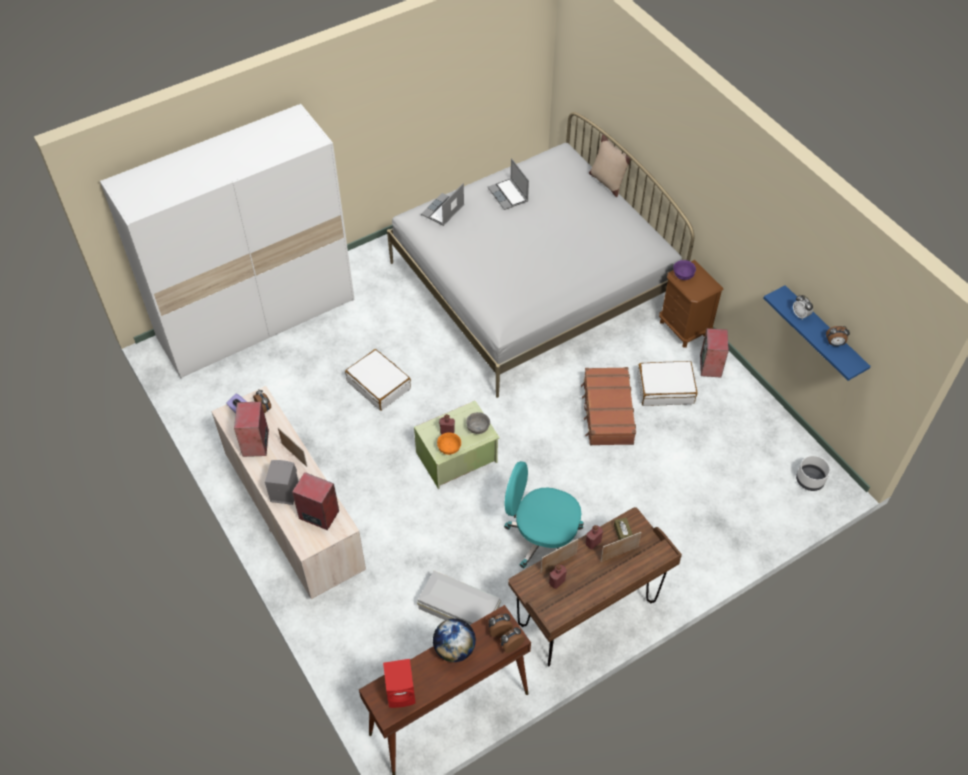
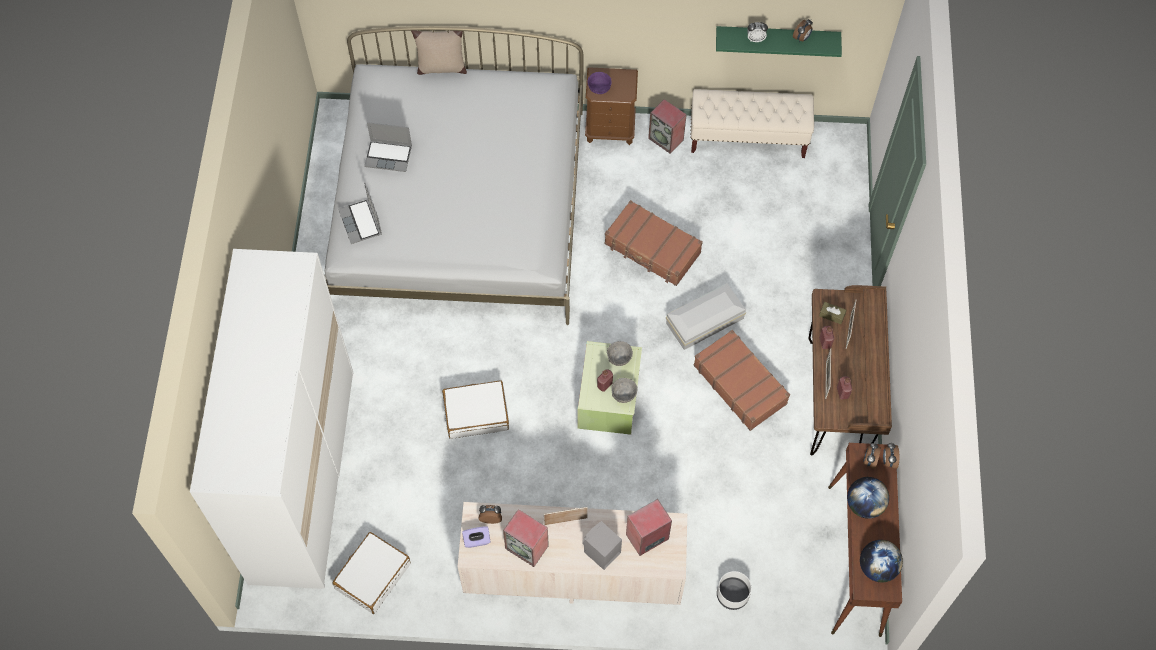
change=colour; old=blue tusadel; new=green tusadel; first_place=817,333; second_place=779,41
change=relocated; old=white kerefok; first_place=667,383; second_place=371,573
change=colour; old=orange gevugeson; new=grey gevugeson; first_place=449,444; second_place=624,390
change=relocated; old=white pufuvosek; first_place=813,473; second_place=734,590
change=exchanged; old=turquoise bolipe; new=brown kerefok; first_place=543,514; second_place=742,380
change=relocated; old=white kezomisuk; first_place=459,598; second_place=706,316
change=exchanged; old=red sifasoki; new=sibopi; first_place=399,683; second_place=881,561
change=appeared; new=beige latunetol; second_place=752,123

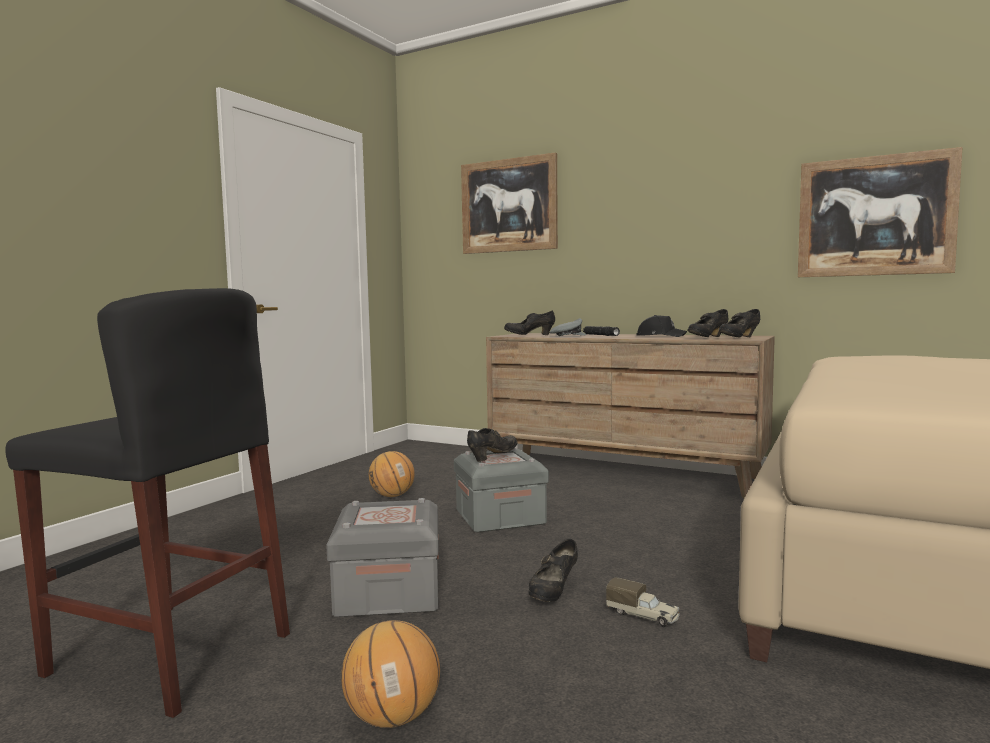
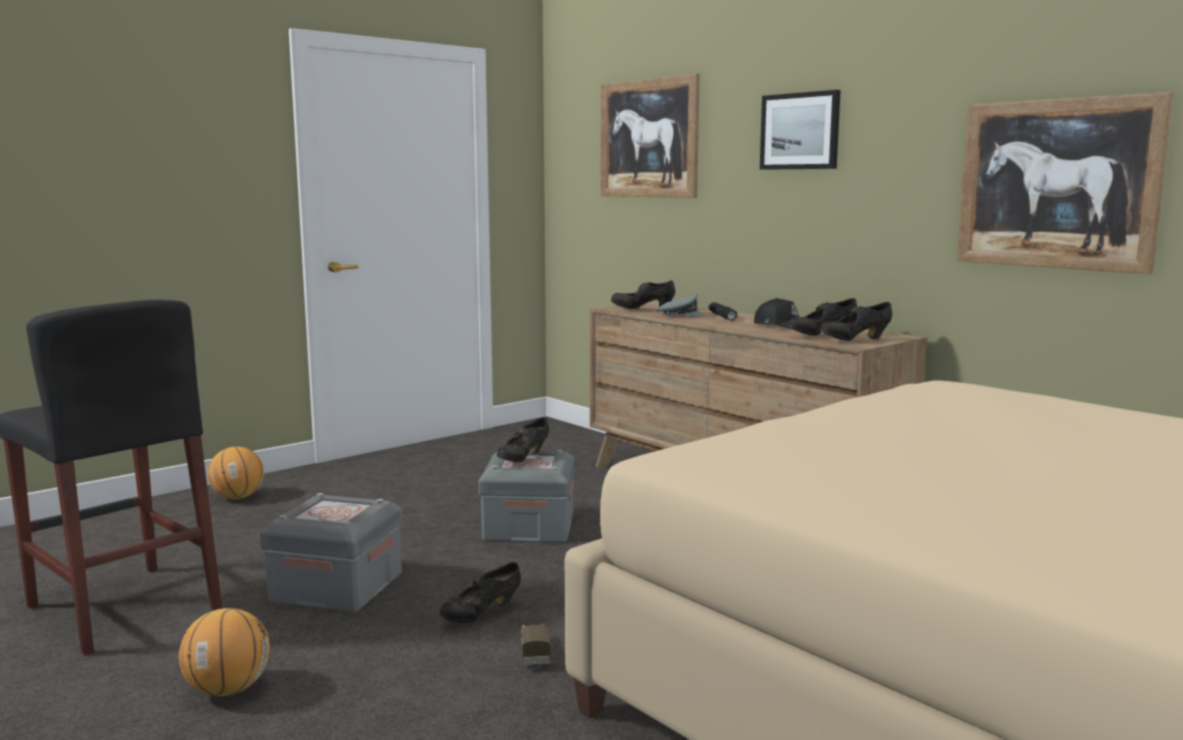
change=spun; old=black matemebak; first_place=492,445; second_place=523,439; degrees=150
change=relocated; old=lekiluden; first_place=392,474; second_place=236,473
change=spun; old=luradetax; first_place=643,602; second_place=535,646; degrees=-150
change=appeared; new=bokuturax; second_place=800,130

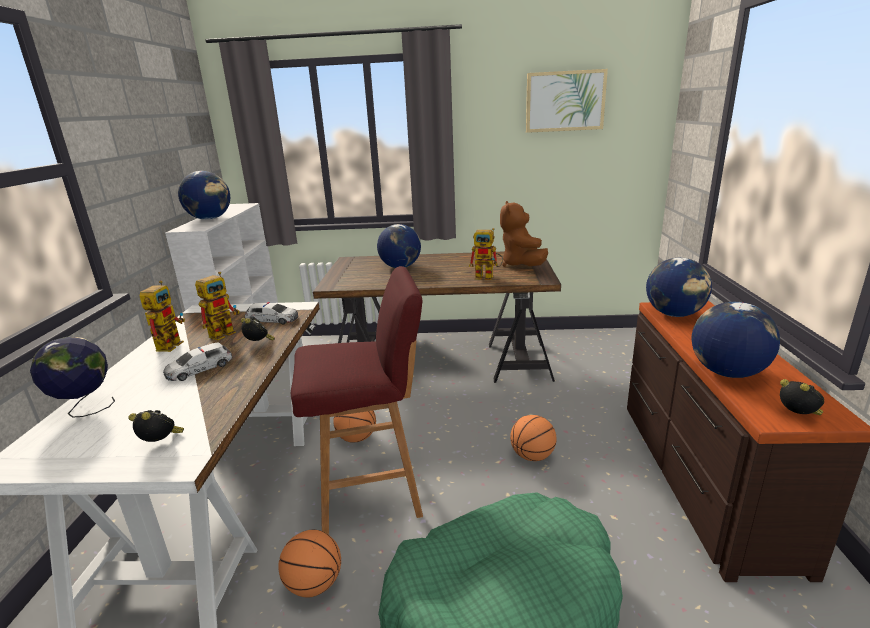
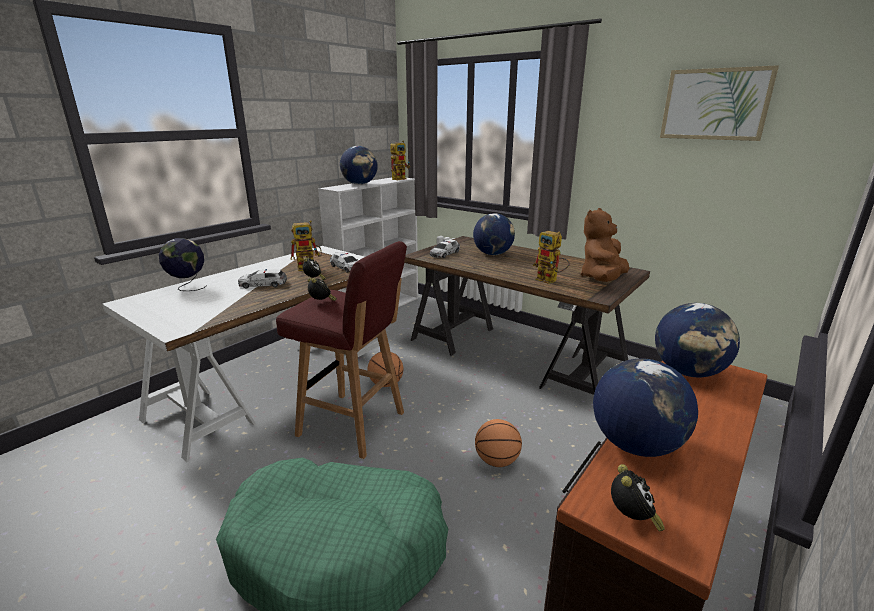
change=relocated; old=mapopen; first_place=162,316; second_place=400,160
change=relocated; old=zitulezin; first_place=156,426; second_place=322,289
change=missing; old=lekiluden; first_place=309,564
change=appeared; new=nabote; second_place=445,248

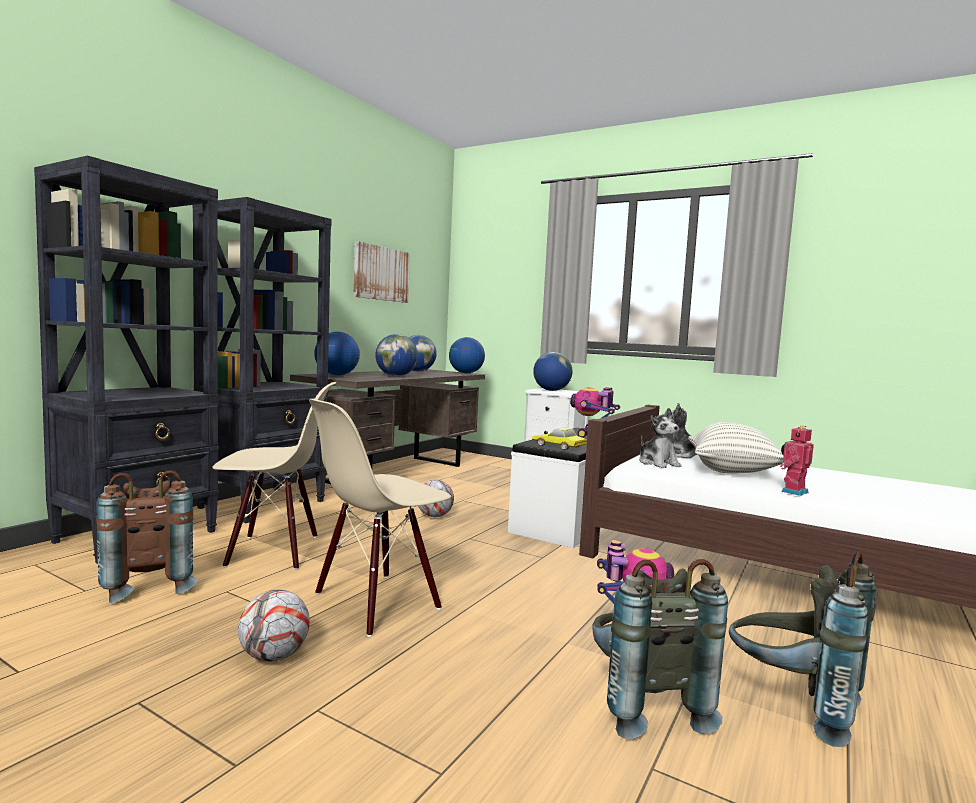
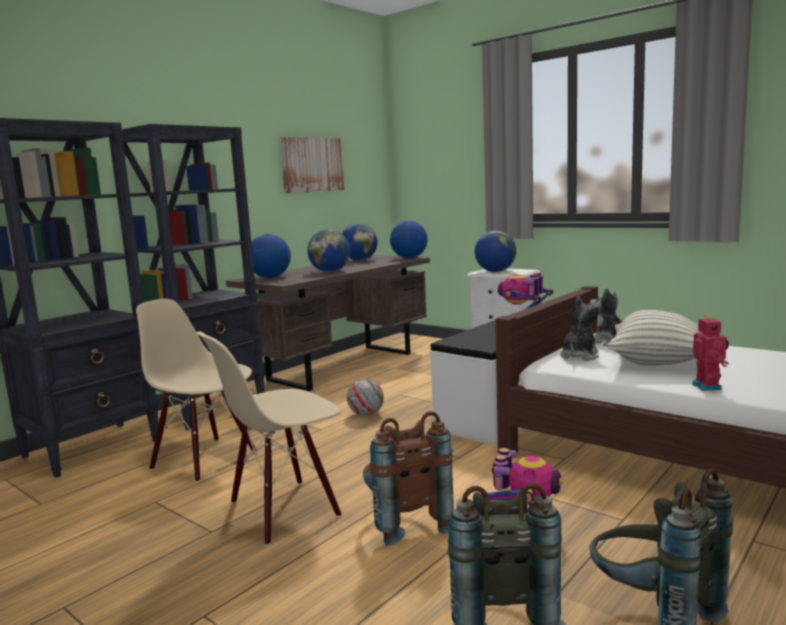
change=spun; old=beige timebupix; first_place=274,476; second_place=196,390; degrees=-150
change=spun; old=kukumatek; first_place=660,438; second_place=581,328; degrees=-135
change=spun; old=mapopen; first_place=797,460; second_place=710,353; degrees=120
change=missing; old=nabote; first_place=559,438
change=relocated; old=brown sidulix; first_place=147,536; second_place=408,478
change=missing; old=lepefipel; first_place=274,626

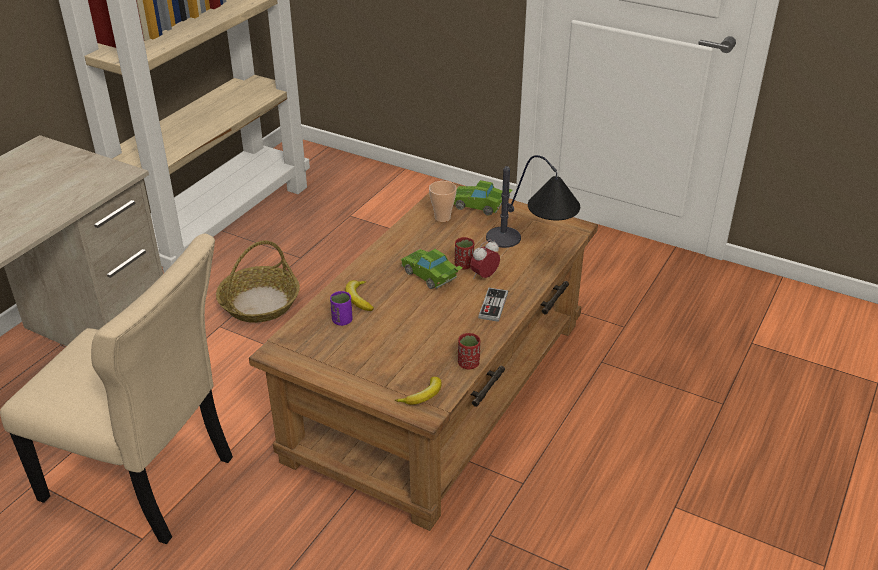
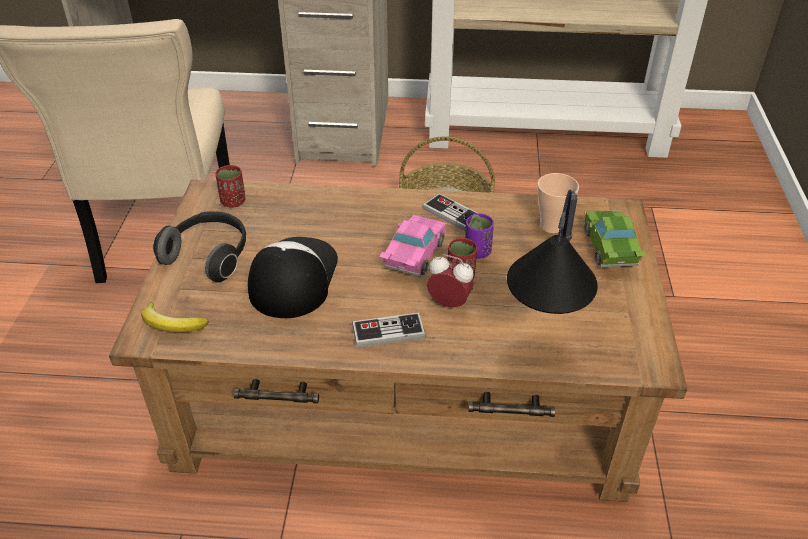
change=colour; old=green nabote; new=pink nabote; first_place=432,269; second_place=413,246
change=missing; old=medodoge; first_place=359,295
change=relocated; old=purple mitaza; first_place=341,308; second_place=479,236
change=relocated; old=red mitaza; first_place=469,351; second_place=230,186
change=appeared; new=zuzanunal; second_place=450,212
change=appeared; new=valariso; second_place=199,247
change=appeared; new=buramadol; second_place=293,277

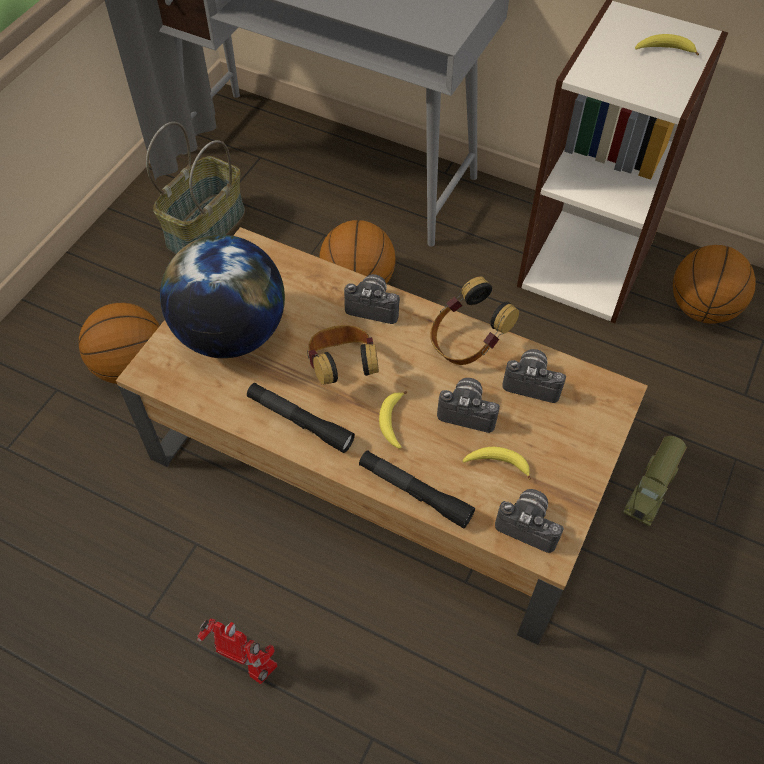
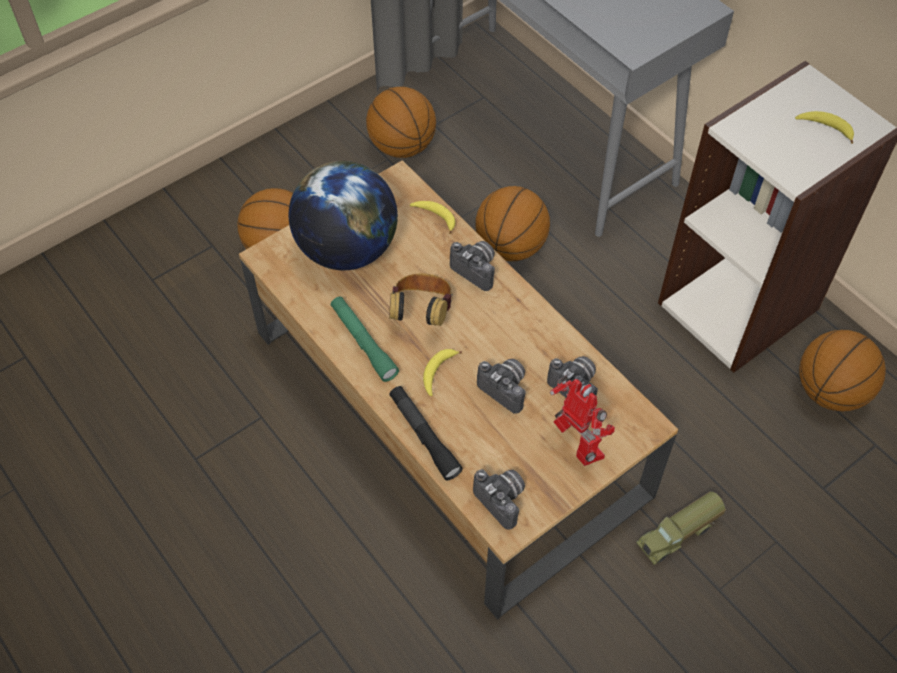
change=exchanged; old=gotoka; new=lekiluden; first_place=195,188; second_place=401,122
change=missing; old=valariso; first_place=474,320
change=colour; old=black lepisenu; new=green lepisenu; first_place=301,418; second_place=365,339
change=relocated; old=medodoge; first_place=497,463; second_place=432,217
change=relocated; old=mapopen; first_place=237,651; second_place=582,420

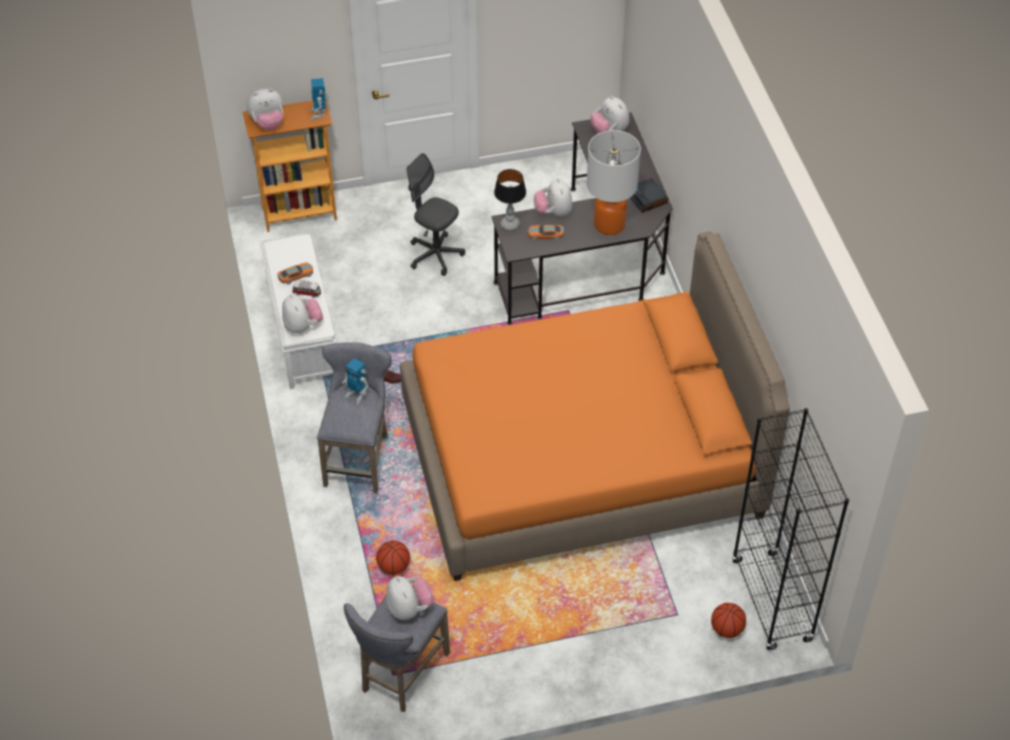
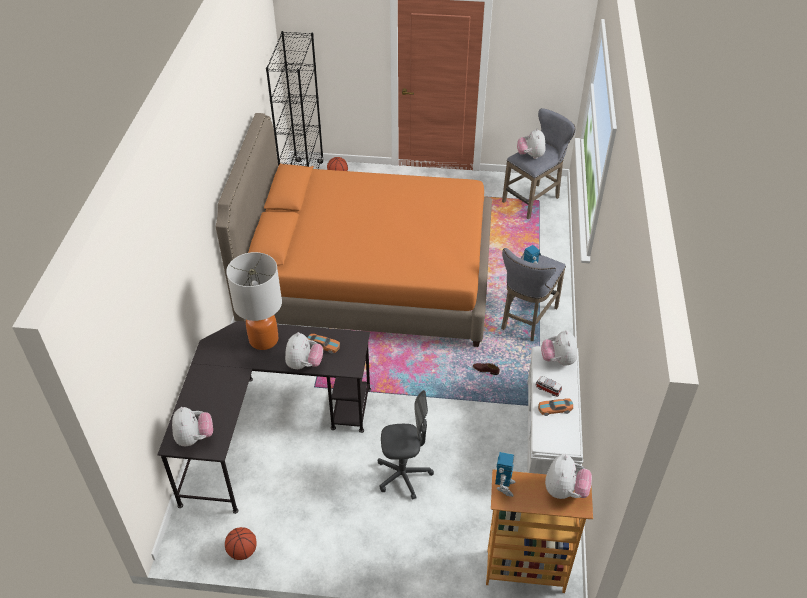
change=spun; old=kukumatek; first_place=265,109; second_place=568,476; degrees=105
change=spun; old=grey bolipe; first_place=436,214; second_place=406,445; degrees=-60
change=missing; old=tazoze; first_place=510,200
change=missing; old=zitulezin; first_place=649,195
change=relocated; old=lekiluden; first_place=393,557; second_place=241,543

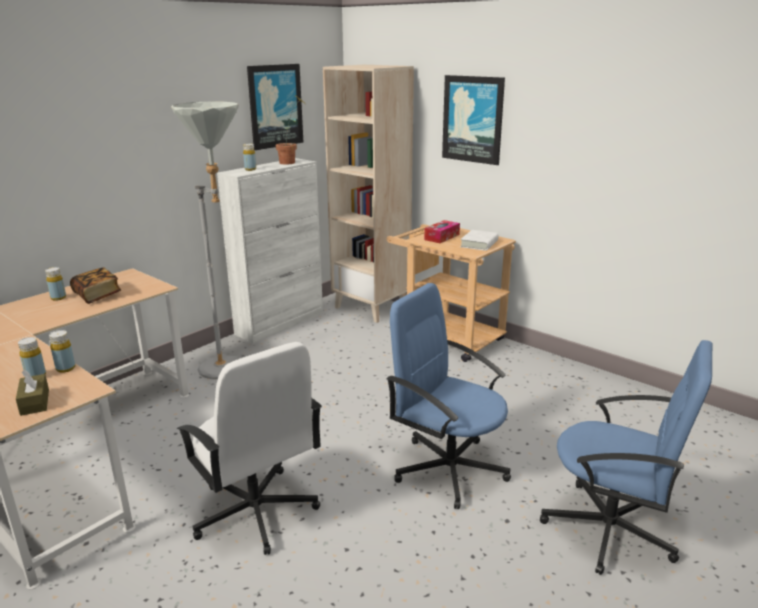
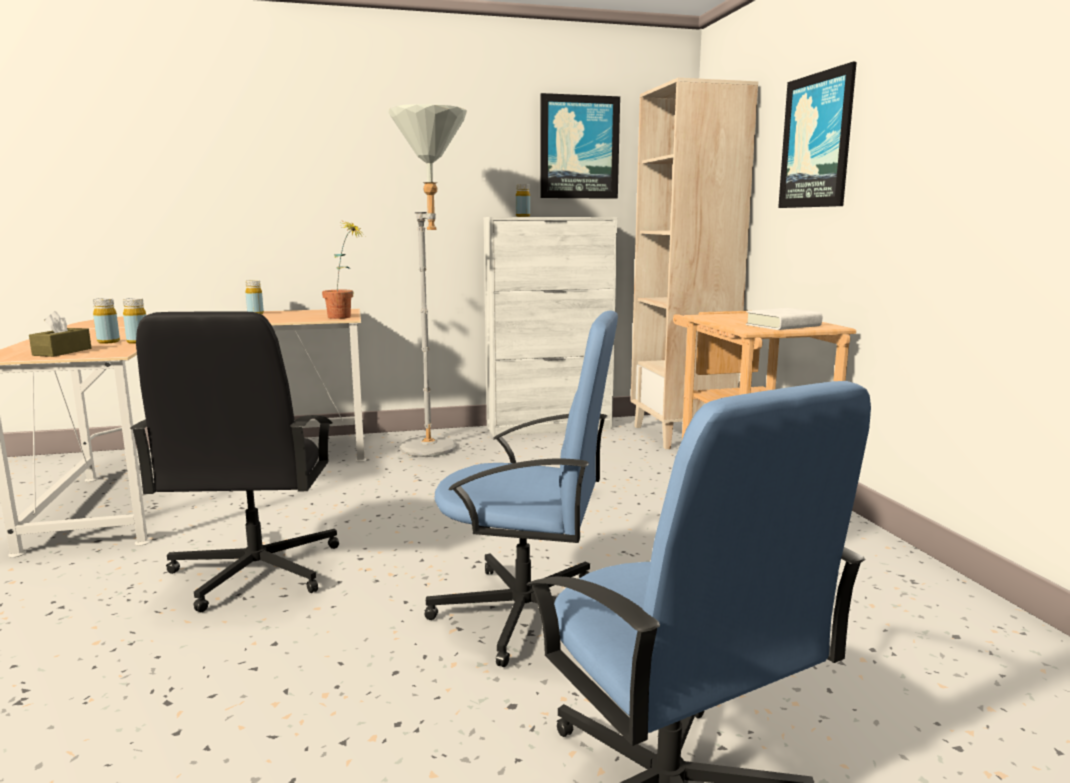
change=relocated; old=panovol; first_place=291,130; second_place=343,270
change=missing; old=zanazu; first_place=442,231
change=missing; old=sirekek; first_place=95,285
change=spun; old=blue bolipe; first_place=448,396; second_place=521,489; degrees=120
change=colour; old=white bolipe; new=black bolipe; first_place=249,448; second_place=234,461

